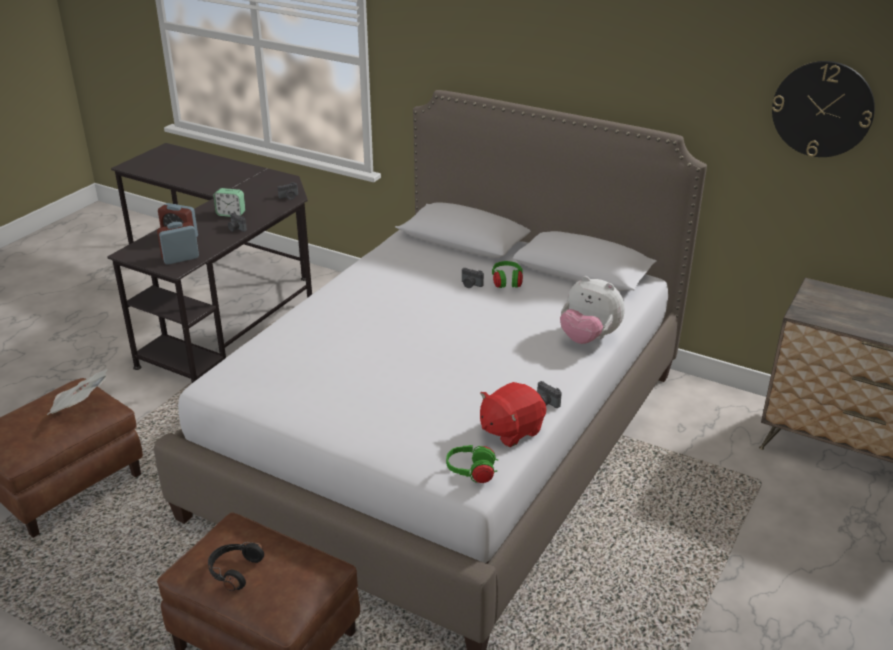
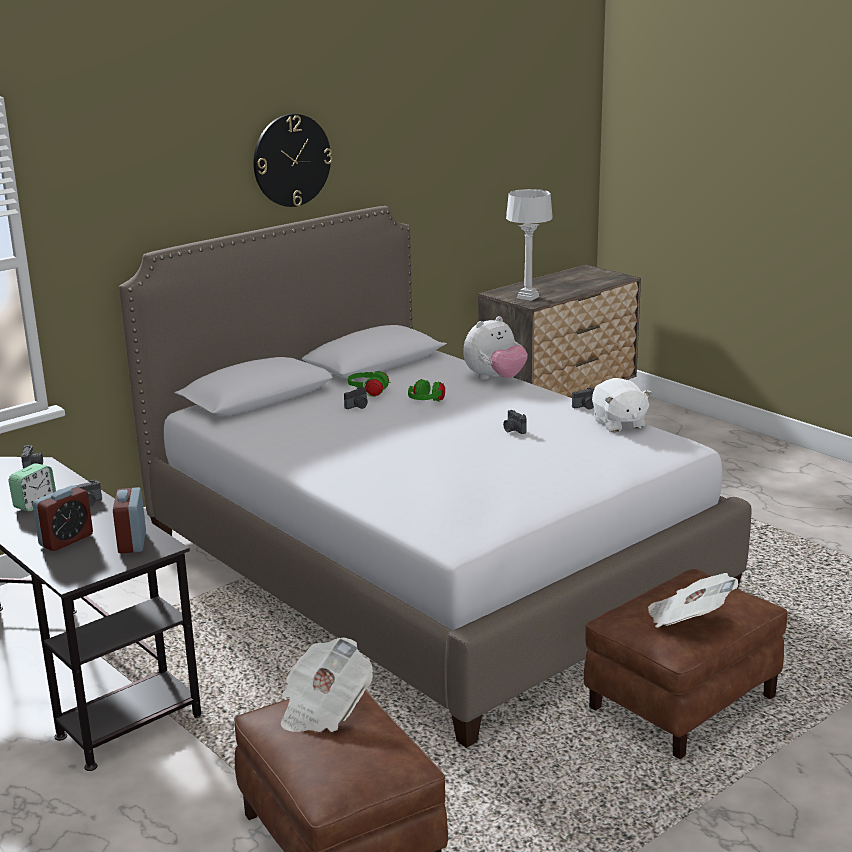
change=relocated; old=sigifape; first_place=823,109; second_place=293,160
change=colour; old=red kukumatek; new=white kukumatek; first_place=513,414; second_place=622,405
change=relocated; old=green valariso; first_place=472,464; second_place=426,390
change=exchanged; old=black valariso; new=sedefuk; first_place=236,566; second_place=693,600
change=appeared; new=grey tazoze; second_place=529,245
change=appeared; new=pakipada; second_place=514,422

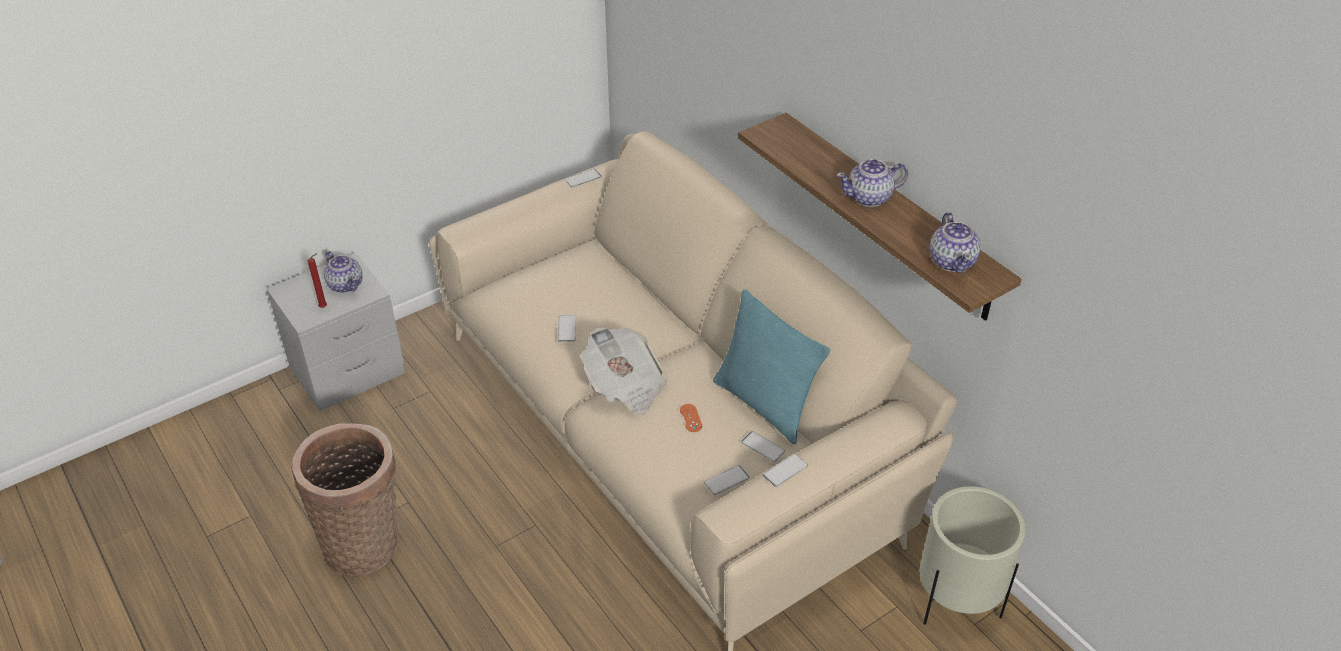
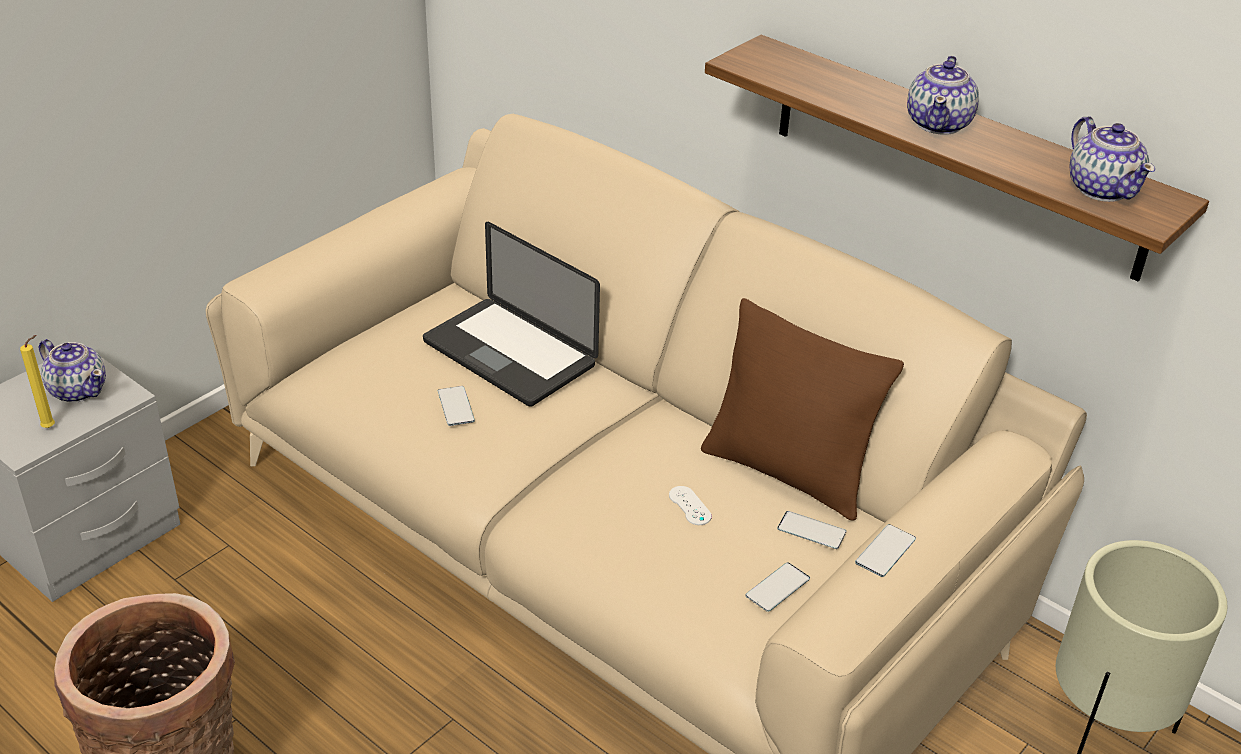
change=spun; old=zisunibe; first_place=872,183; second_place=943,95; degrees=-45
change=missing; old=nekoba; first_place=583,178
change=colour; old=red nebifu; new=yellow nebifu; first_place=317,280; second_place=37,381
change=colour; old=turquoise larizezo; new=brown larizezo; first_place=771,366; second_place=802,409
change=missing; old=sedefuk; first_place=624,371
change=colour; old=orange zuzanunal; new=white zuzanunal; first_place=691,418; second_place=690,505
change=appeared; new=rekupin; second_place=511,314

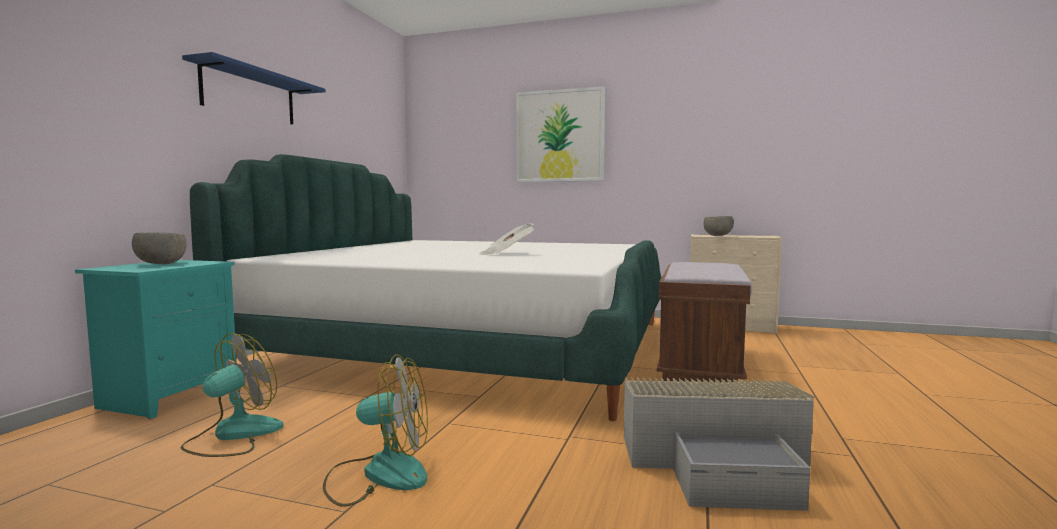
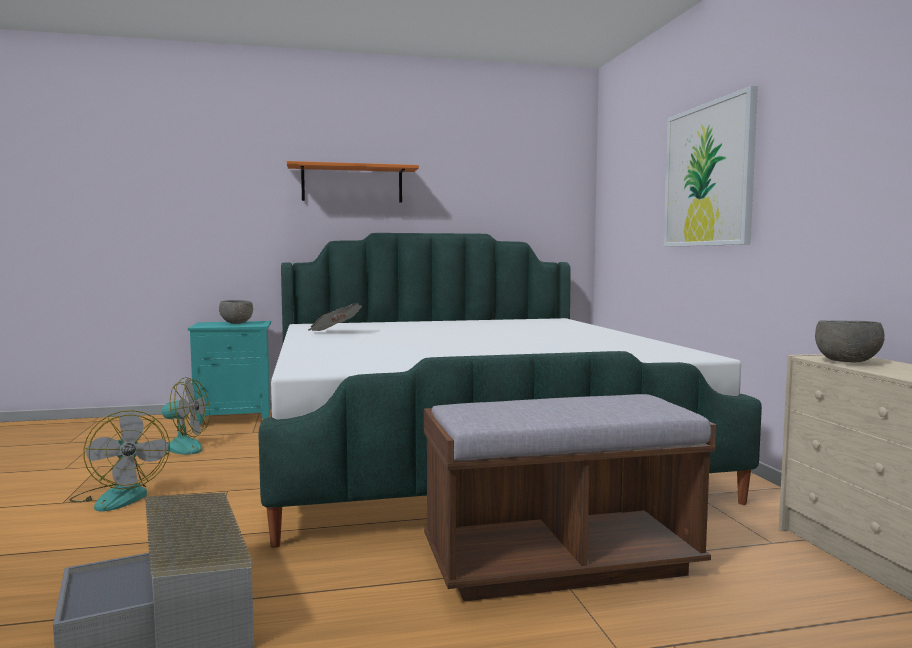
change=colour; old=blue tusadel; new=orange tusadel; first_place=254,88; second_place=353,182
change=relocated; old=sedefuk; first_place=507,239; second_place=335,317

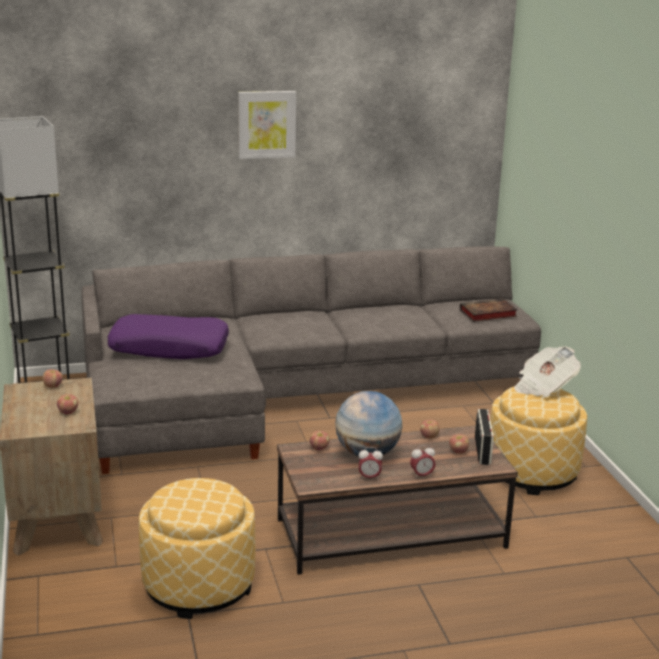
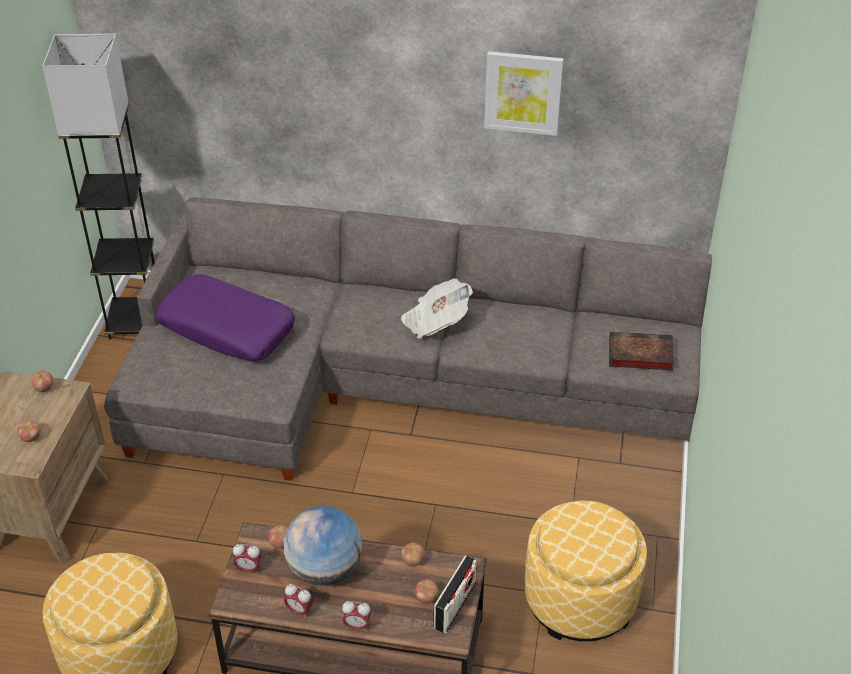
change=relocated; old=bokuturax; first_place=267,125; second_place=523,93
change=relocated; old=sedefuk; first_place=547,372; second_place=437,309
change=appeared; new=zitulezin; second_place=247,558

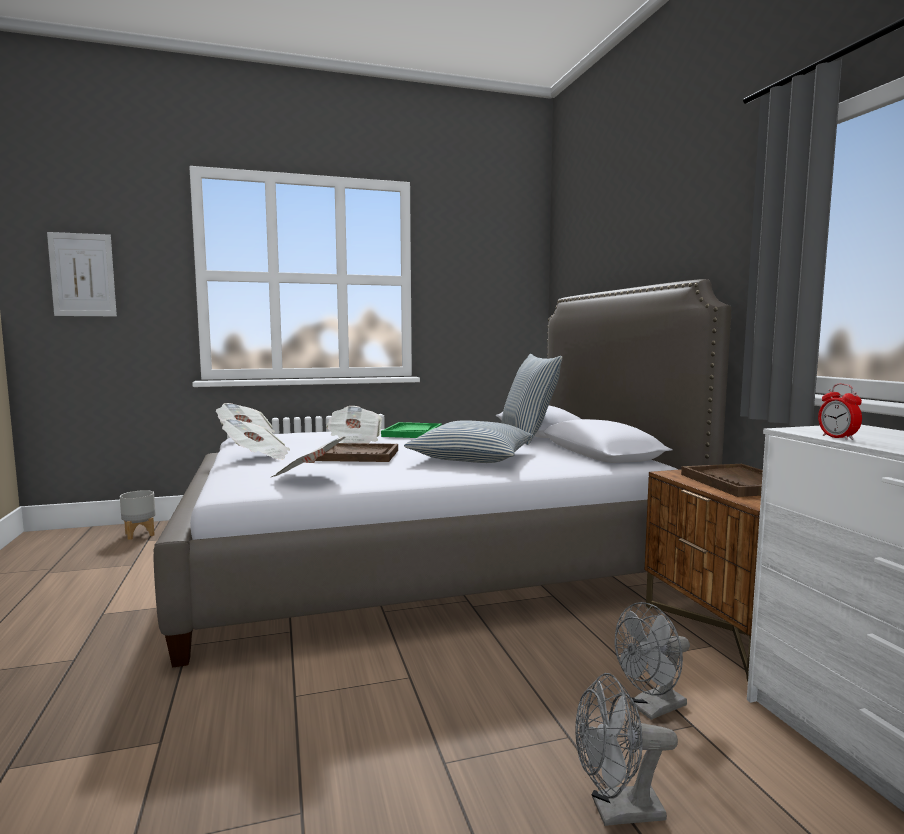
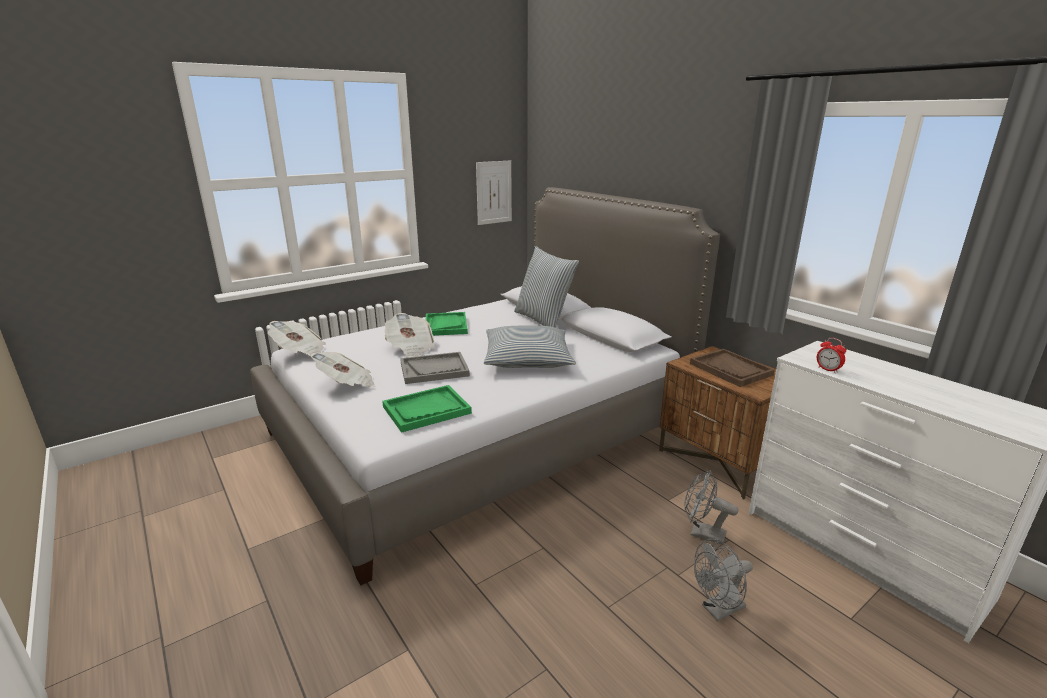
change=relocated; old=bokuturax; first_place=82,274; second_place=494,192
change=exchanged; old=sedefuk; new=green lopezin; first_place=308,456; second_place=427,409
change=colour; old=brown lopezin; new=grey lopezin; first_place=357,452; second_place=435,368
change=missing; old=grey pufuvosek; first_place=138,515
change=spun; old=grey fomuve; first_place=652,661; second_place=711,507; degrees=75

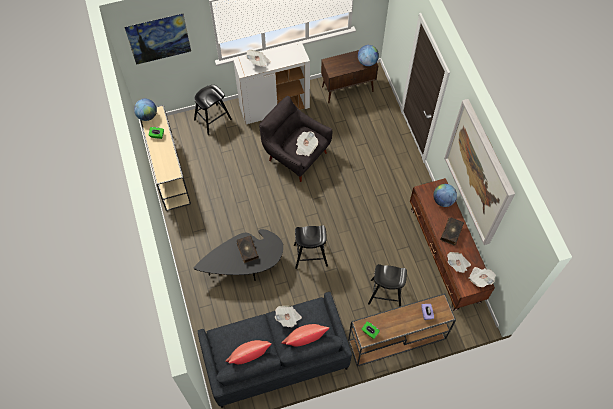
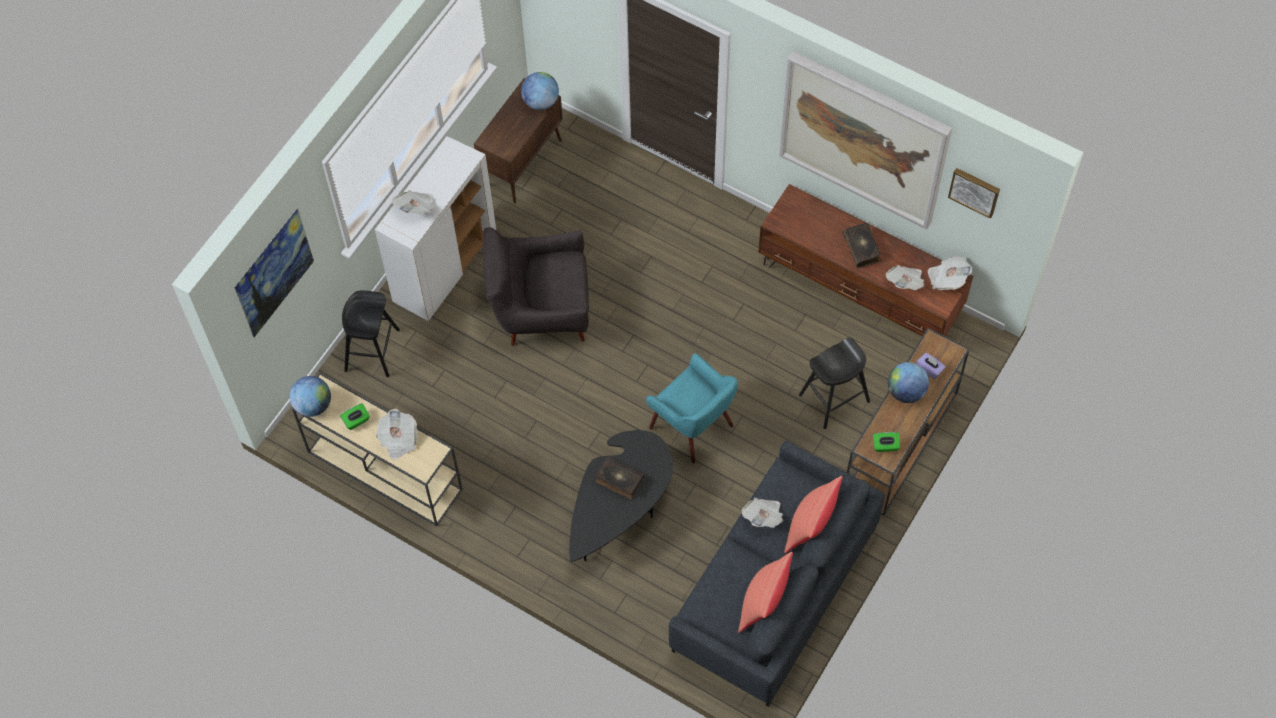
change=relocated; old=sedefuk; first_place=307,143; second_place=396,434
change=relocated; old=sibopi; first_place=445,195; second_place=908,382
change=exchanged; old=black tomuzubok; new=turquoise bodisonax; first_place=311,247; second_place=692,408
change=appeared; new=bokuturax; second_place=974,193

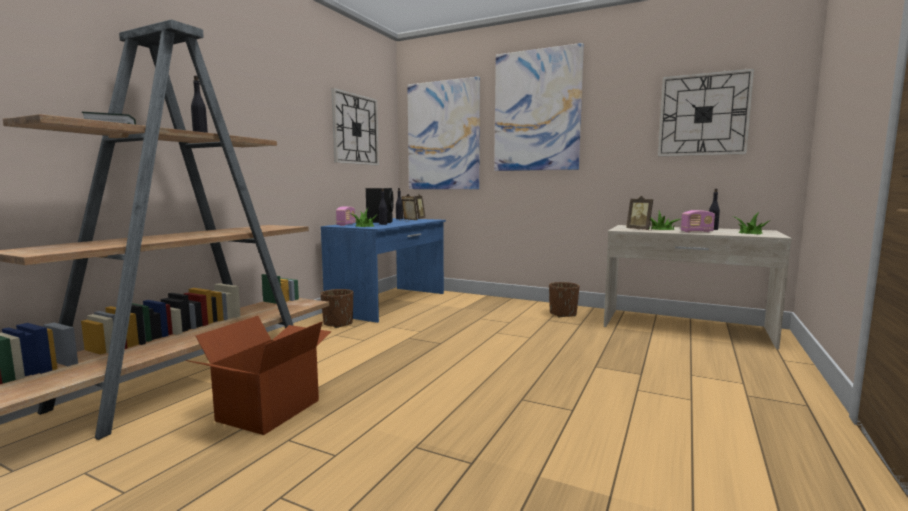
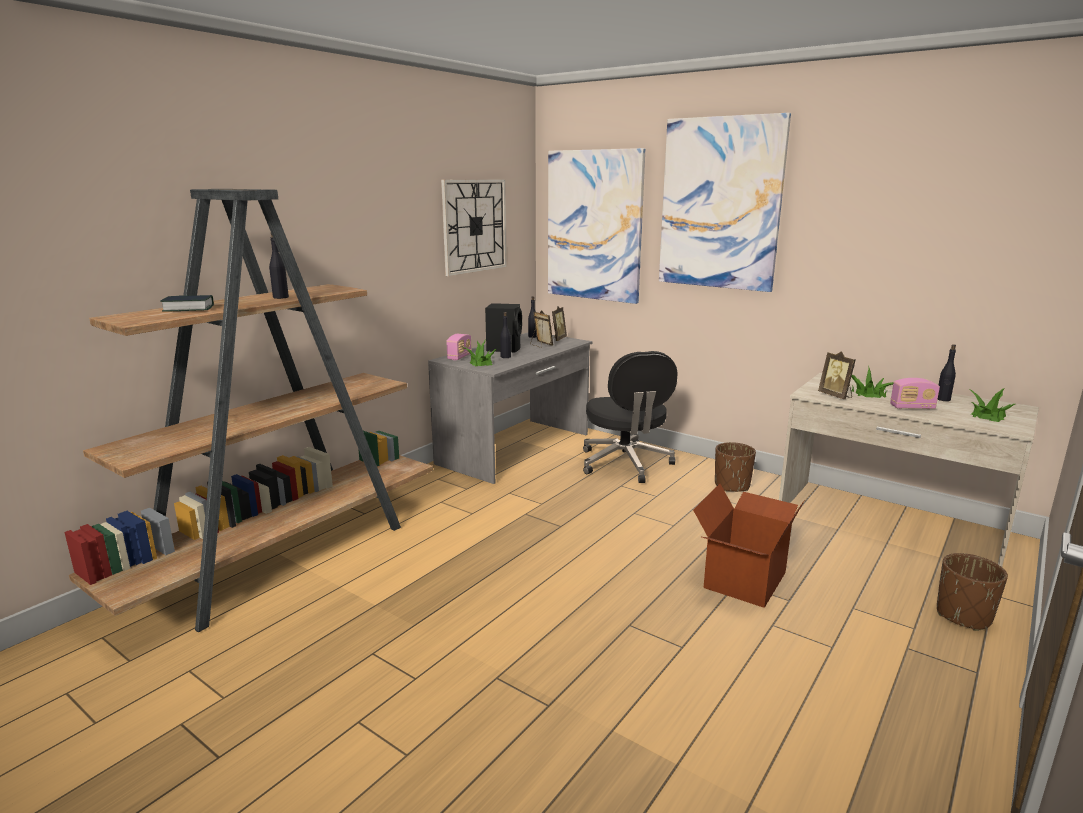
change=missing; old=sigifape; first_place=706,112
change=colour; old=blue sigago; new=grey sigago; first_place=383,270; second_place=510,408
change=relocated; old=brown pufuvosek; first_place=337,308; second_place=972,592
change=relocated; old=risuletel; first_place=258,375; second_place=749,545
change=appeared; new=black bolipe; second_place=630,417

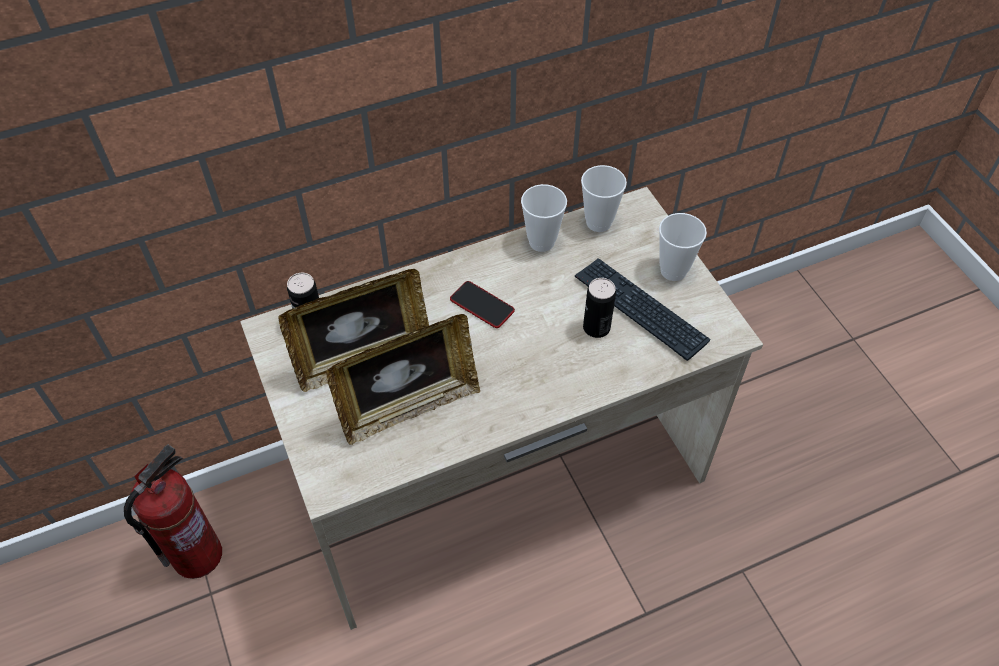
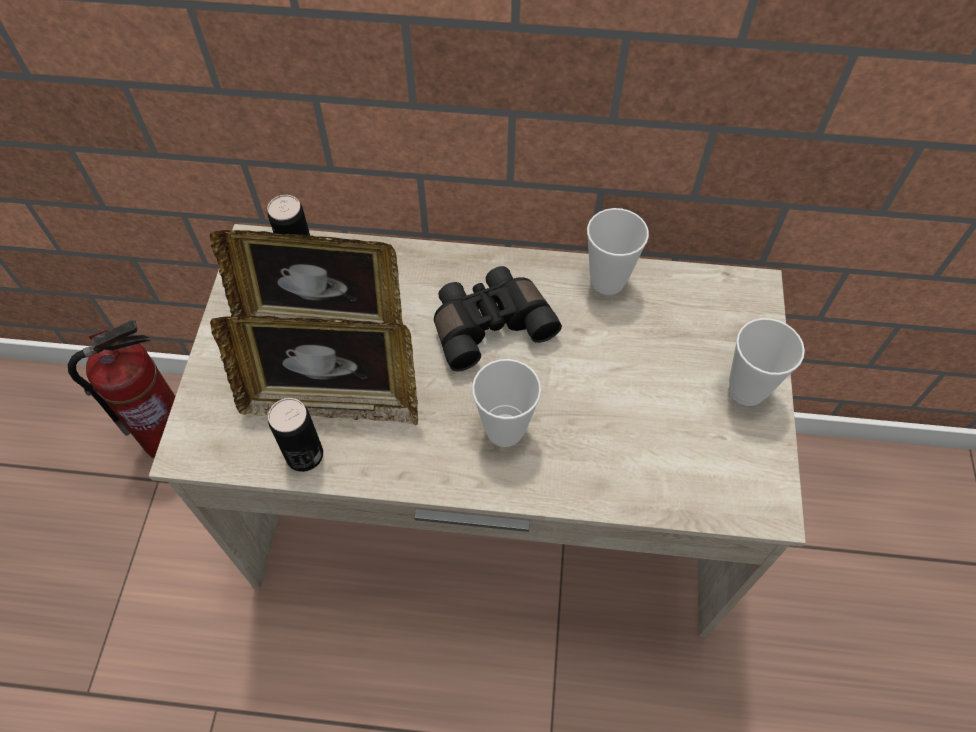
change=relocated; old=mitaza; first_place=604,198; second_place=506,403
change=missing; old=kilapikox; first_place=643,309
change=relocated; old=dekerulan; first_place=599,308; second_place=295,435
change=exchanged; old=nekoba; new=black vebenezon; first_place=482,304; second_place=498,318

